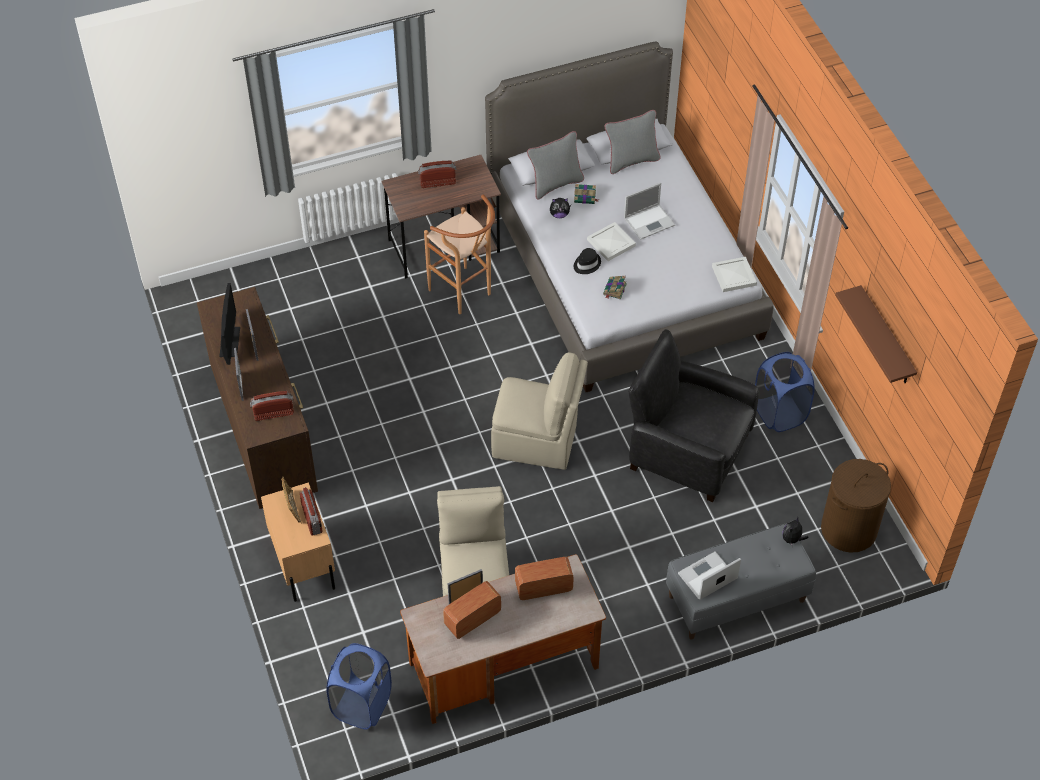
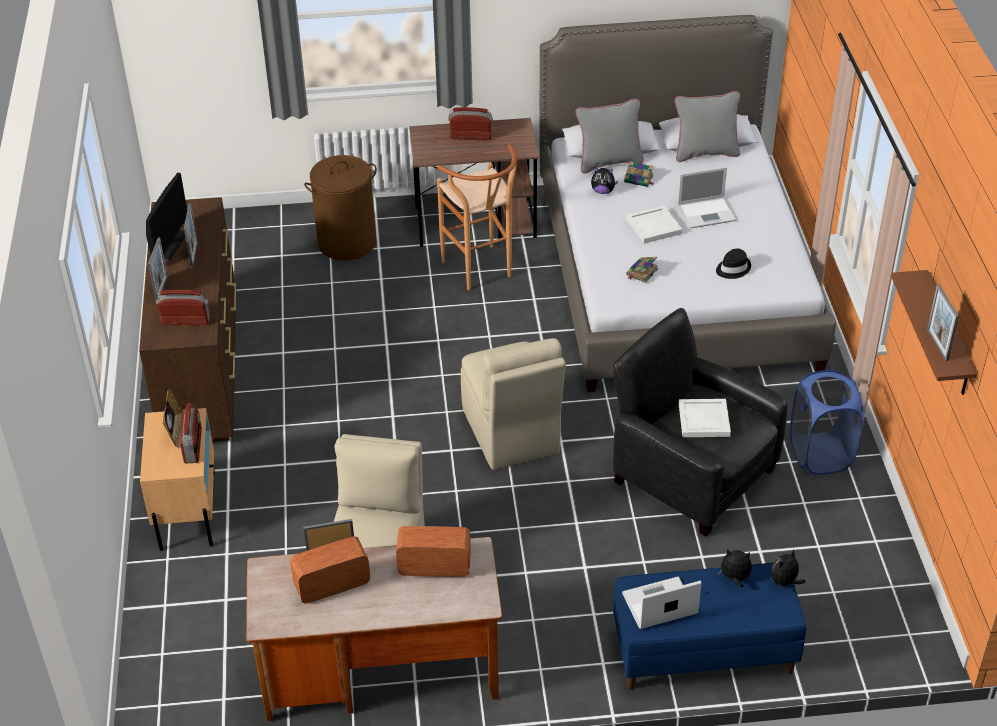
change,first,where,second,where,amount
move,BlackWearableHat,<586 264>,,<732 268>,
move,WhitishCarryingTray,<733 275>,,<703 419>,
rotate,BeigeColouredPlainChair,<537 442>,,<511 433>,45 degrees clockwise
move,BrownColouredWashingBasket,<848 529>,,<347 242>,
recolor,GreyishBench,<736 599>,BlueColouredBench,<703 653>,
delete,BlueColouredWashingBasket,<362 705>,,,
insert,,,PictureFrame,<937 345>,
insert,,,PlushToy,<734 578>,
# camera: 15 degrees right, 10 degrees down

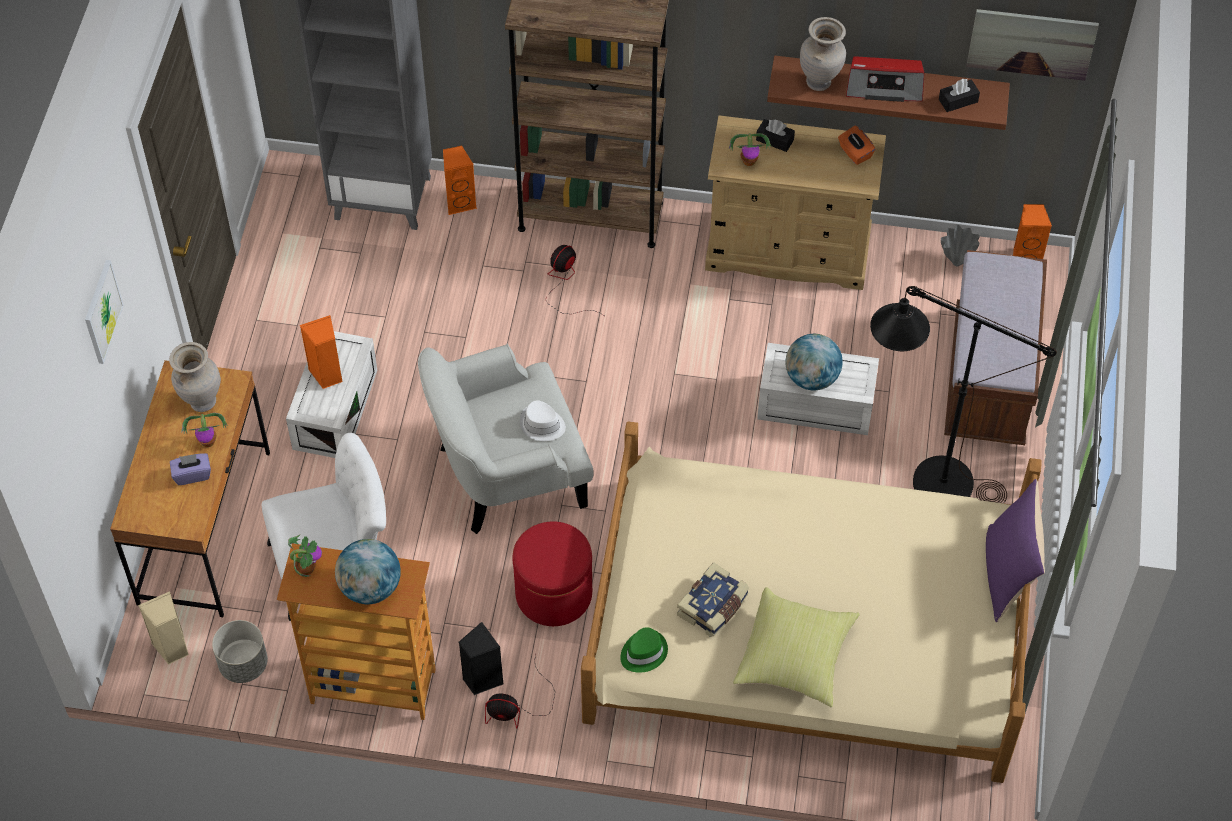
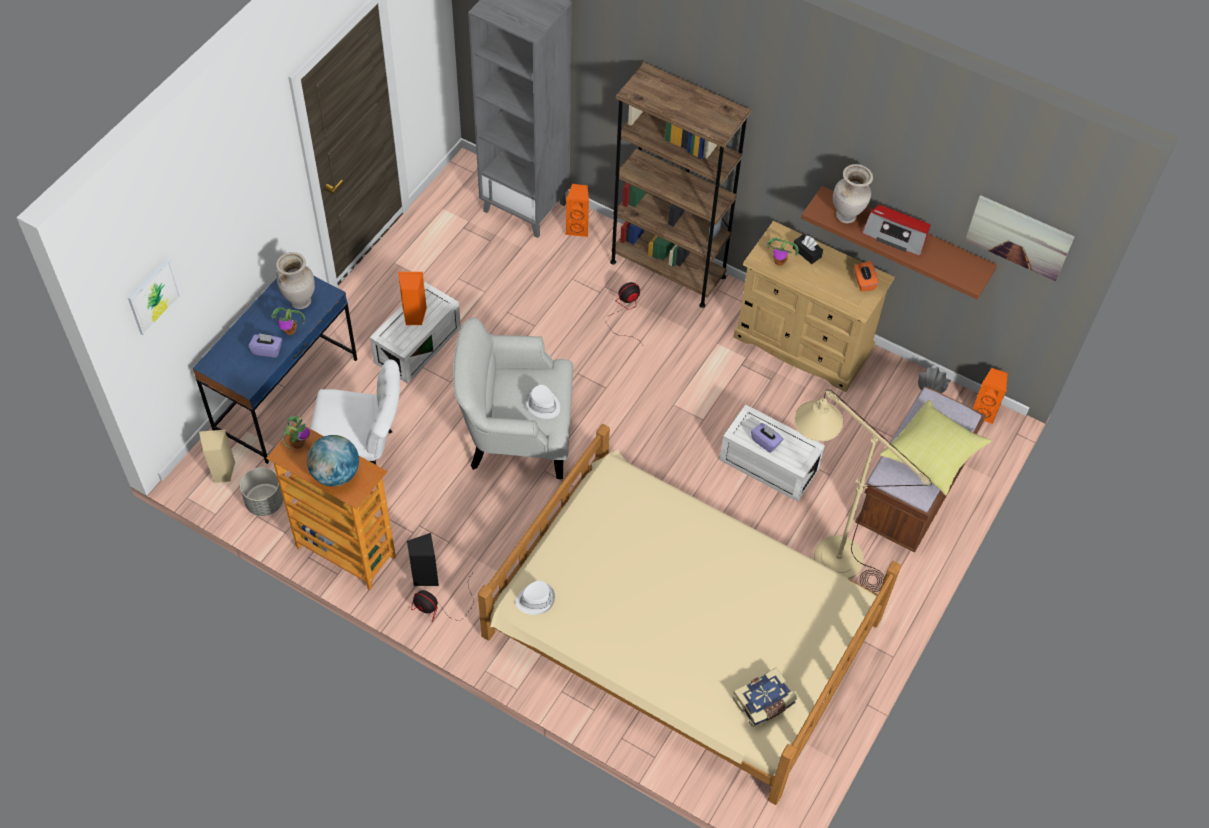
change,first,where,second,where,amount
delete,BlackTissueBox,<958 101>,,,
move,WallPicture,<102 311>,,<153 296>,
recolor,BlackStandingLamp,<925 479>,BeigeColouredStandingLamp,<826 550>,
replace,DeskGlobe,<811 378>,PurpleColouredTissueBox,<766 442>,
recolor,BrownColouredDeskUnit,<205 527>,BlueColouredDeskUnit,<287 396>,
delete,PurpleColouredCushion,<1008 574>,,,
delete,RedFootrest,<553 594>,,,
move,Volume,<713 607>,,<764 703>,
move,YellowCushion,<795 659>,,<932 457>,
recolor,GreenWearableHat,<643 652>,WhitishWearableHat,<535 599>,
# camera: 20 degrees right, 0 degrees up

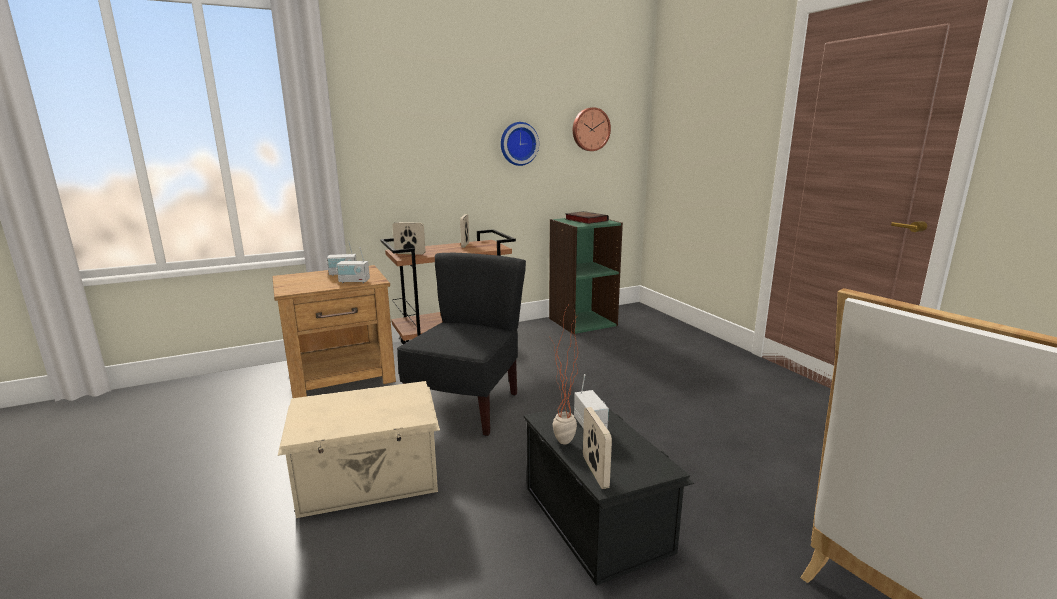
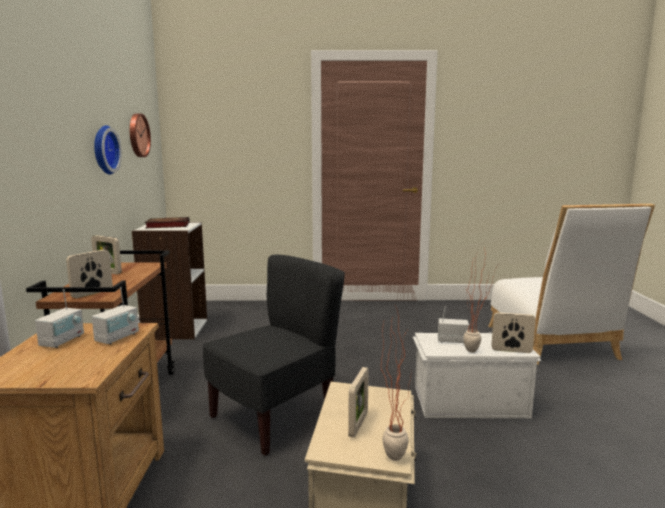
change,first,where,second,where,amount
recolor,GreenShelvingUnit,<582 321>,WhitishShelvingUnit,<175 329>,
rotate,BlackPlainChair,<466 406>,,<274 418>,90 degrees clockwise
recolor,BlackStorageBin,<597 517>,WhitishStorageBin,<468 400>,
insert,,,PottedPlant,<394 452>,
insert,,,PictureFrame,<358 424>,
# camera: 65 degrees left, 5 degrees down

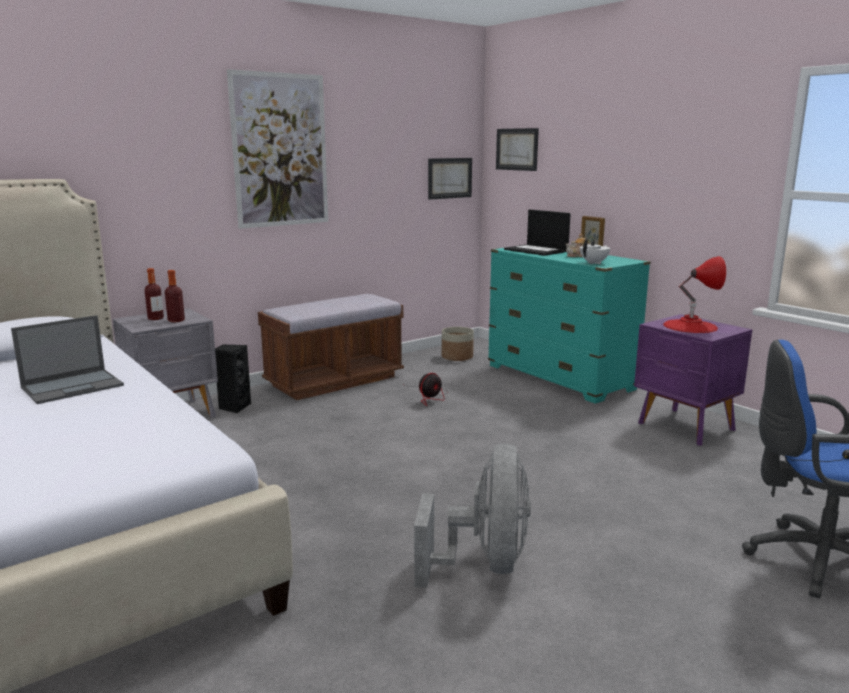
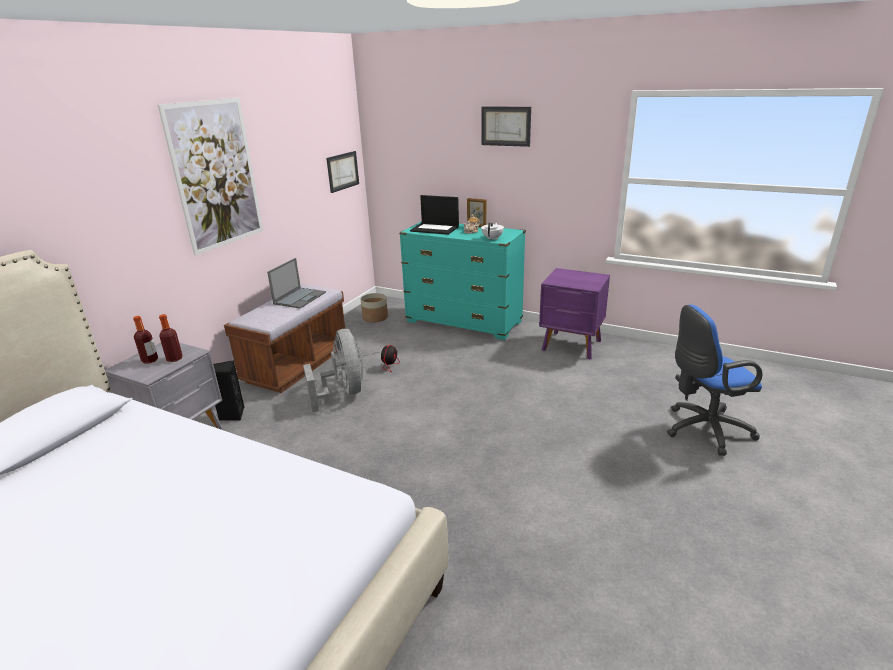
change,first,where,second,where,amount
move,WallPicture,<517 149>,,<506 126>,
delete,RedTabletopLamp,<690 326>,,,
move,PortableComputer,<73 386>,,<300 298>,
move,GreyishFan,<484 564>,,<343 393>,
# camera: 25 degrees left, 10 degrees up

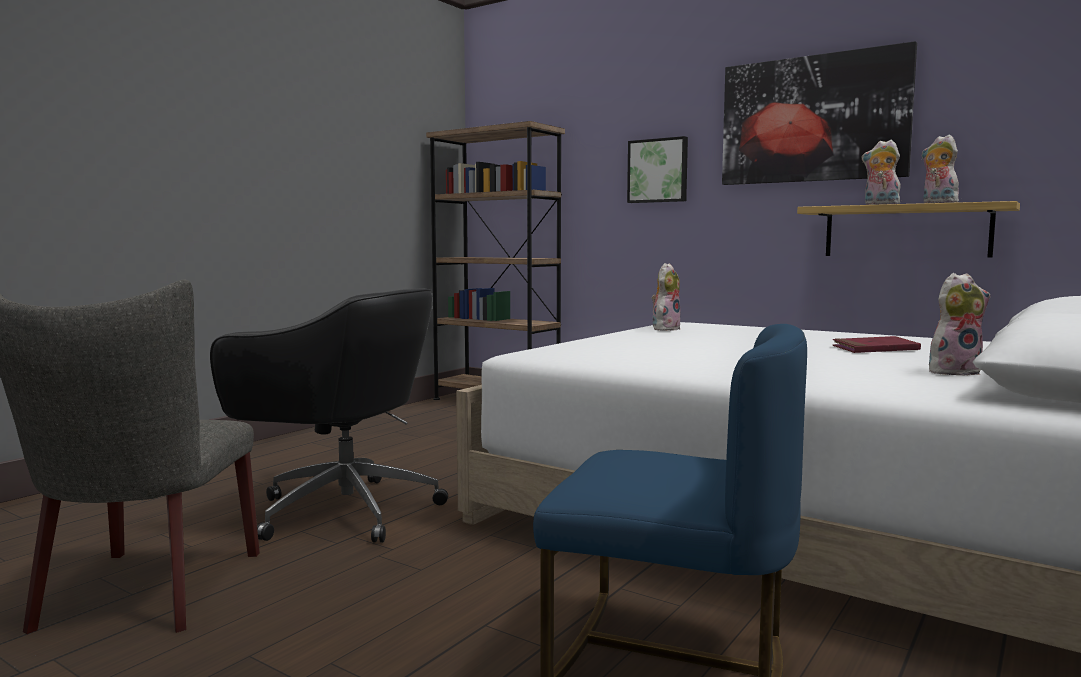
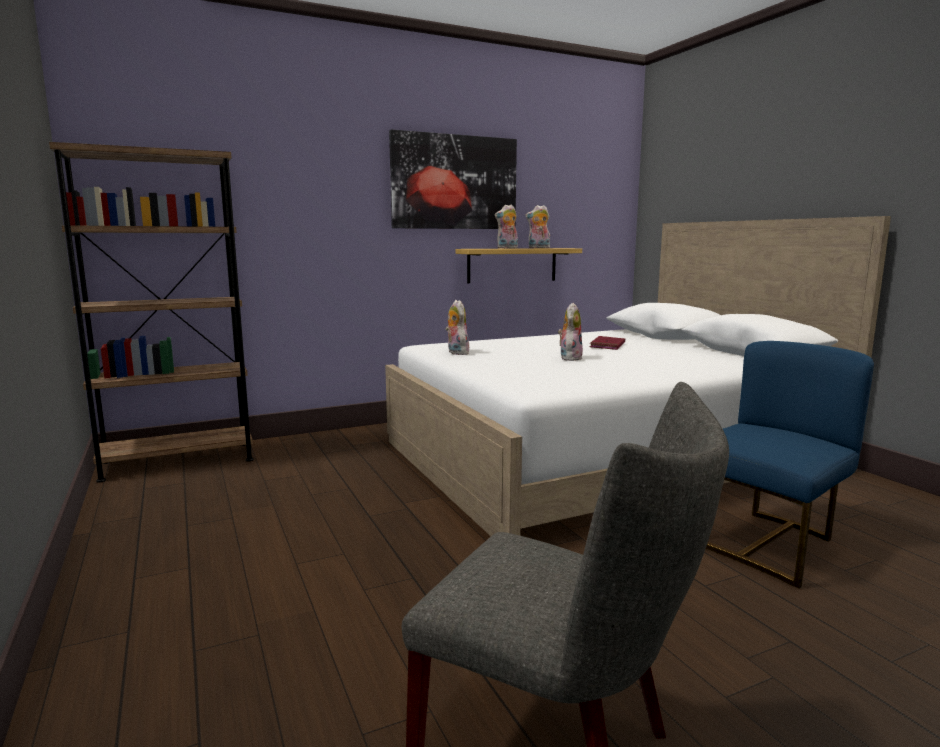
change,first,where,second,where,amount
delete,WallPicture,<658 171>,,,
move,PlushToy,<953 372>,,<569 358>,
delete,BlackComputerChair,<341 510>,,,
# camera: 60 degrees left, 5 degrees up

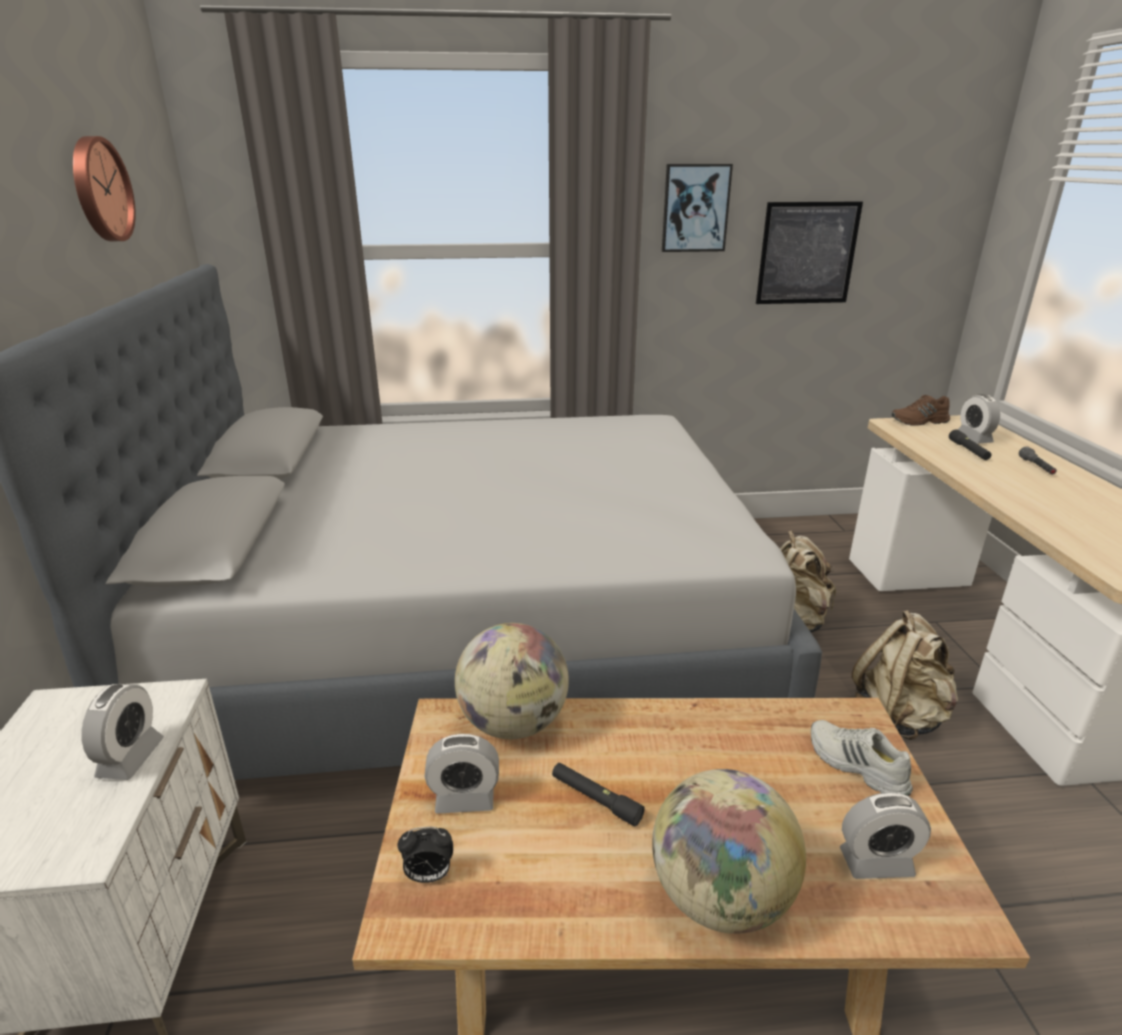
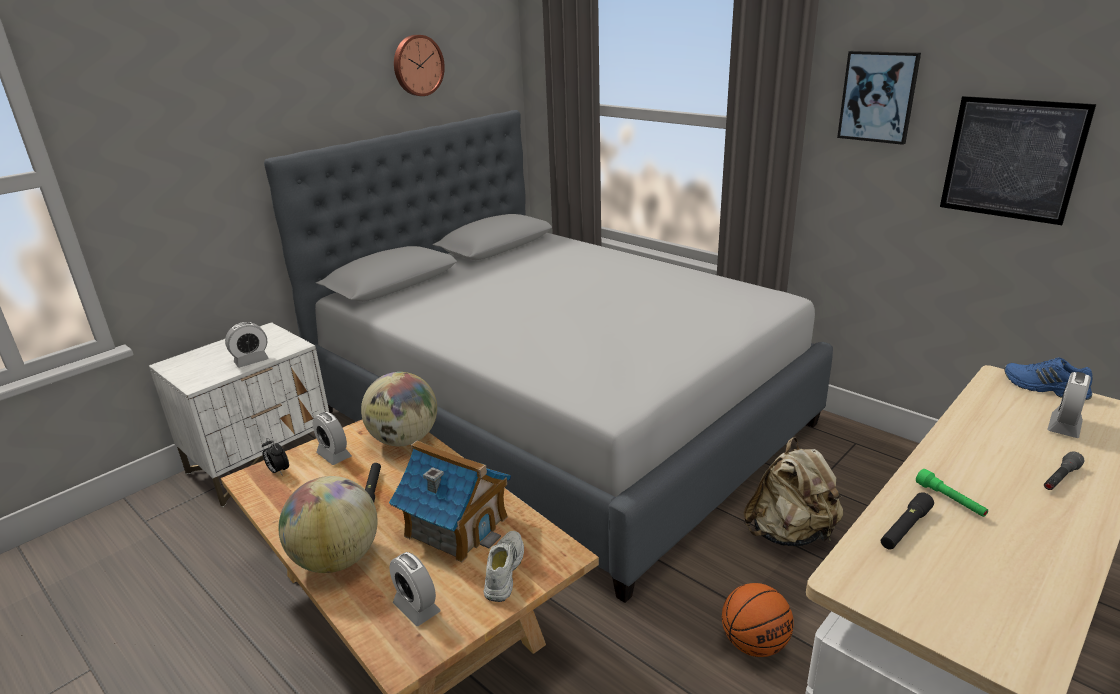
change,first,where,second,where,amount
recolor,BrownColouredLowShoe,<920 421>,BlueColouredLowShoe,<1044 388>,
move,BlackTorch,<968 450>,,<905 528>,
replace,BeigeColouredKnapsack,<899 716>,BasketballBall,<754 643>,
insert,,,ToyHouse,<456 526>,
insert,,,GreenTorch,<950 500>,
# camera: 50 degrees right, 0 degrees up

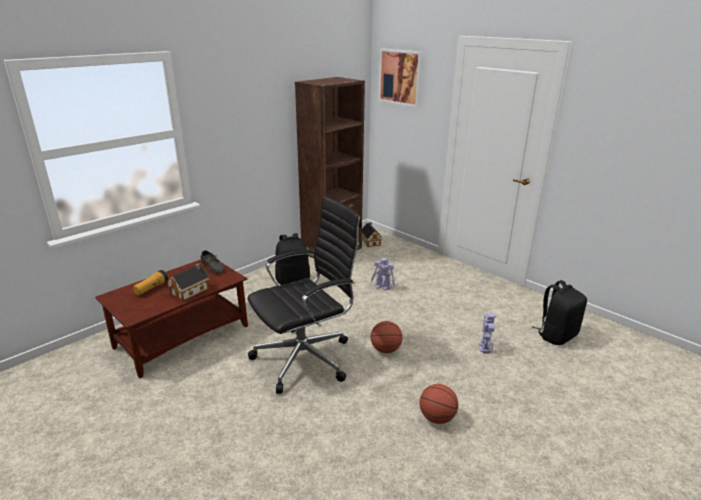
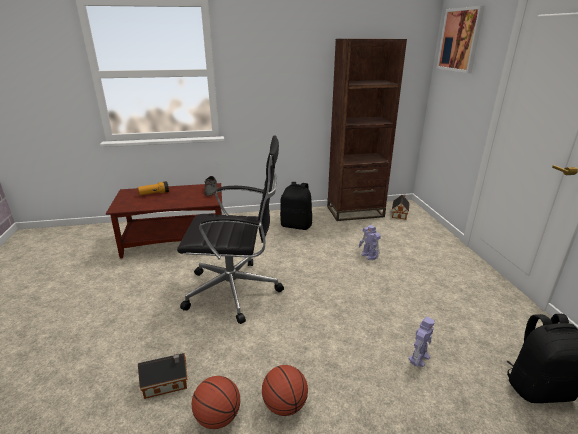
change,first,where,second,where,amount
move,ToyHouse,<191 291>,,<167 382>,
move,BasketballBall,<385 349>,,<218 417>,
# camera: 35 degrees right, 0 degrees up

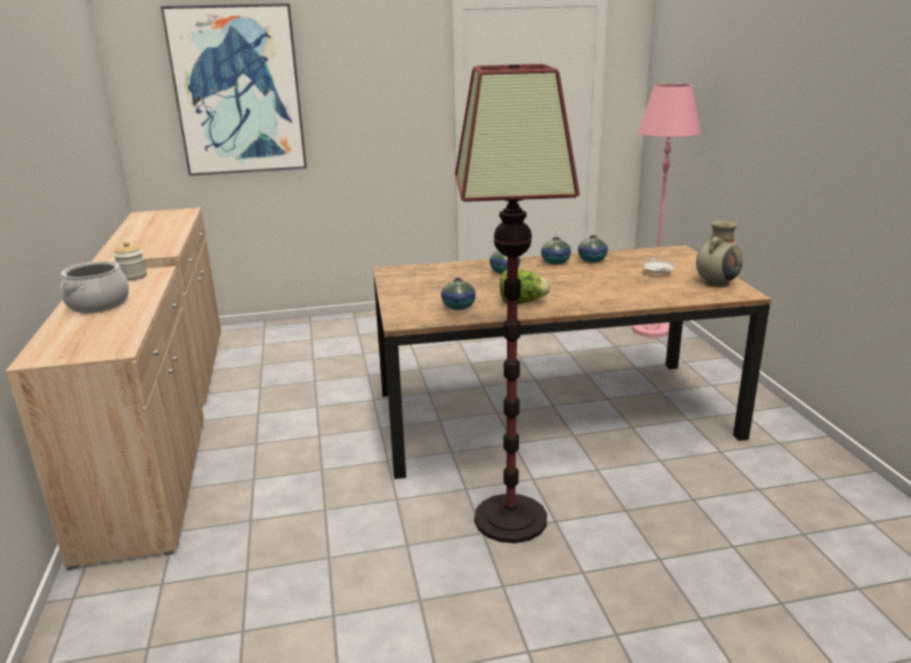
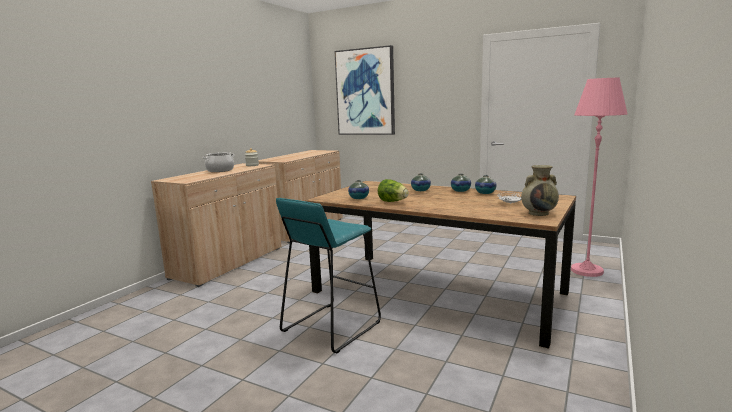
change,first,where,second,where,amount
replace,StandingLamp,<510 519>,TurquoiseSittingStool,<330 327>,
# camera: 40 degrees right, 10 degrees down

